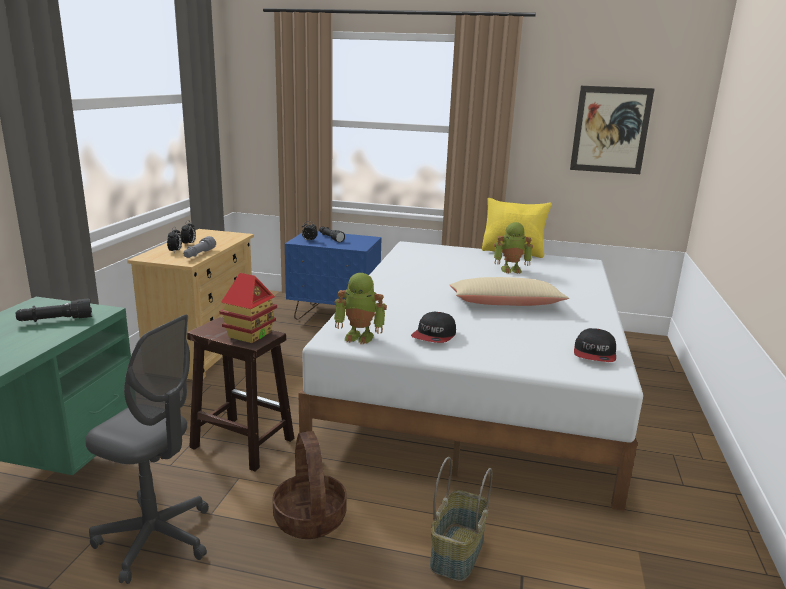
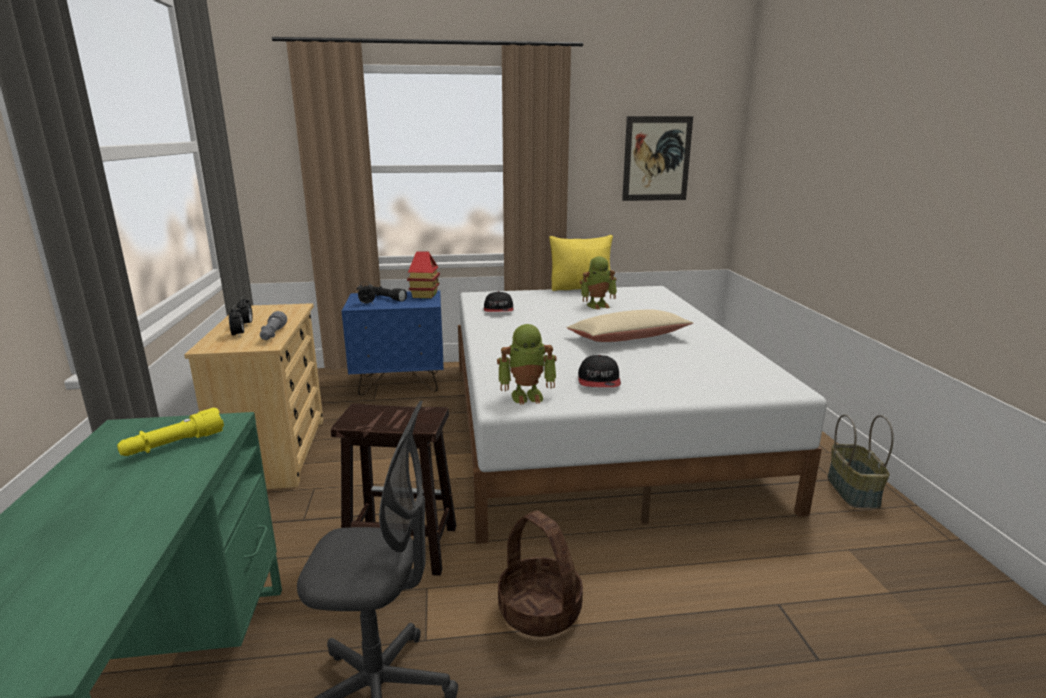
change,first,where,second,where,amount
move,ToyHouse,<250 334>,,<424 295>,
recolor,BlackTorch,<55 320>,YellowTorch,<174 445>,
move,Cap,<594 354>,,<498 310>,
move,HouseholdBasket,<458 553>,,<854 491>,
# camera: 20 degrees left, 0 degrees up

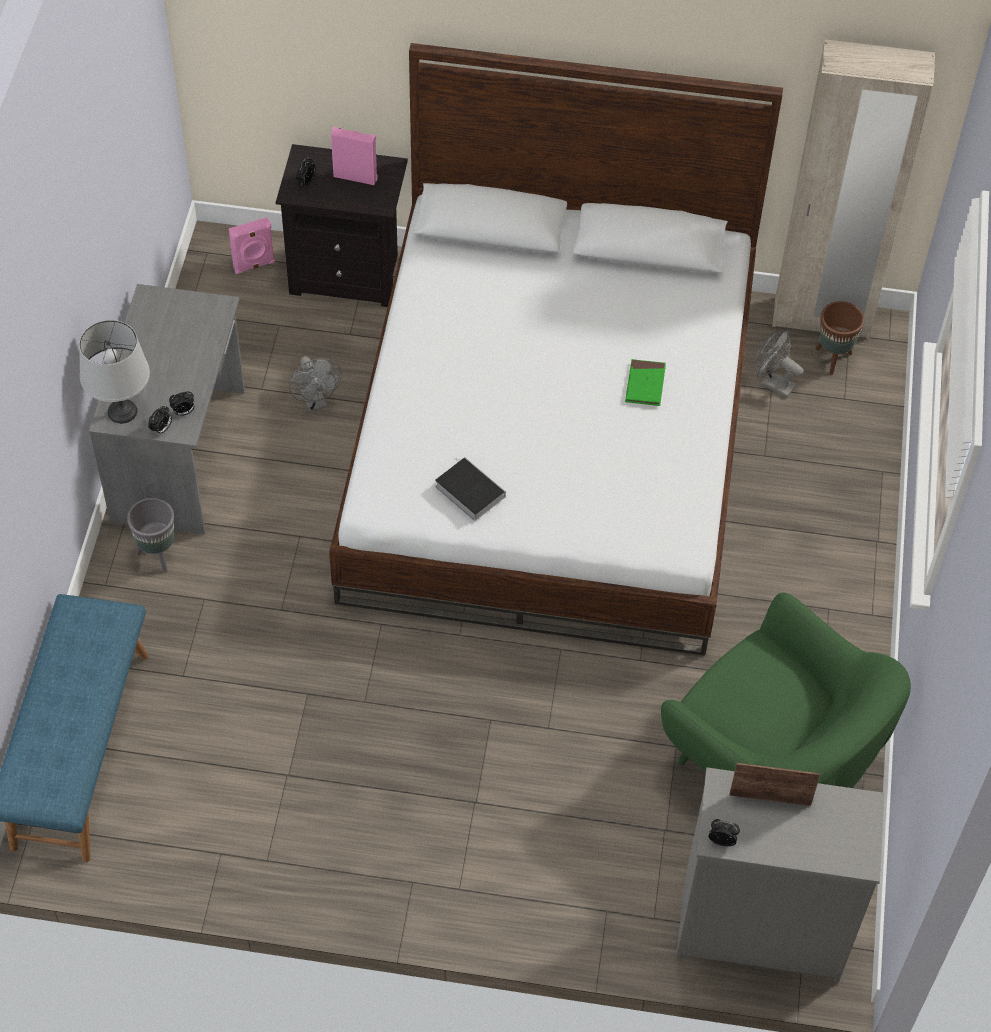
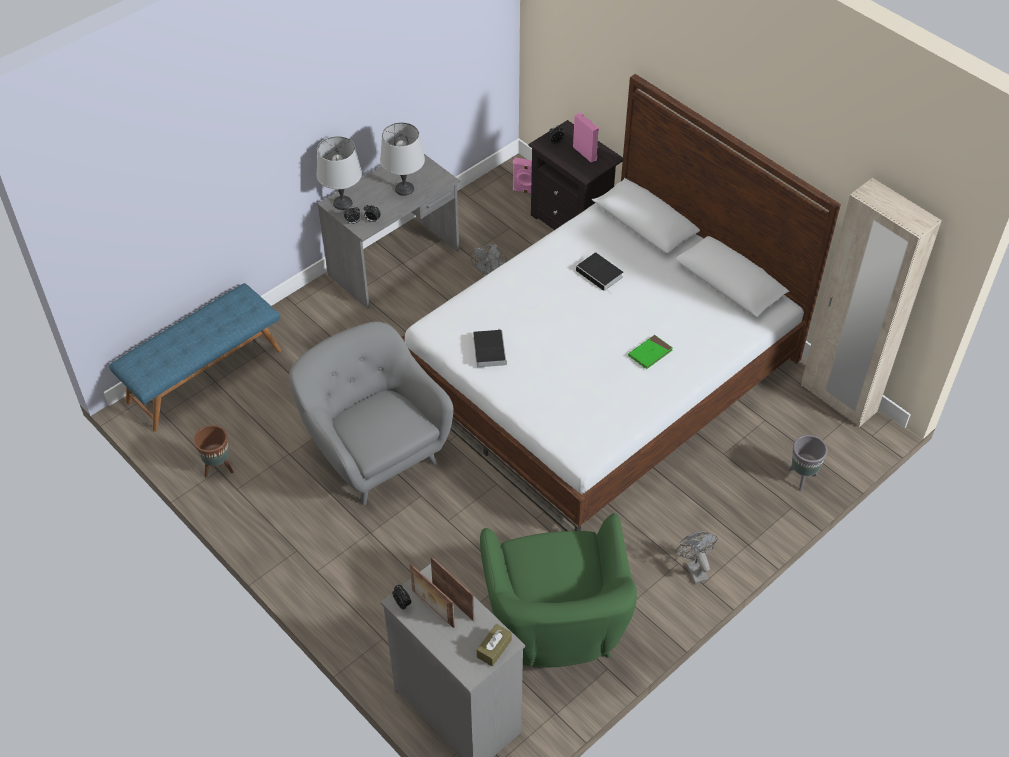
change,first,where,second,where,amount
move,BrownColouredPlantPot,<832 359>,,<218 468>,
move,GreyishFan,<772 383>,,<694 568>,
move,GreyishPlantPot,<158 555>,,<802 478>,
insert,,,GreyishTabletopLamp,<404 188>,
insert,,,Volume,<600 274>,
insert,,,GreyishArmchair,<375 452>,
insert,,,PictureFrame,<432 609>,
insert,,,BrownColouredTissueBox,<494 648>,
# camera: 40 degrees right, 5 degrees down

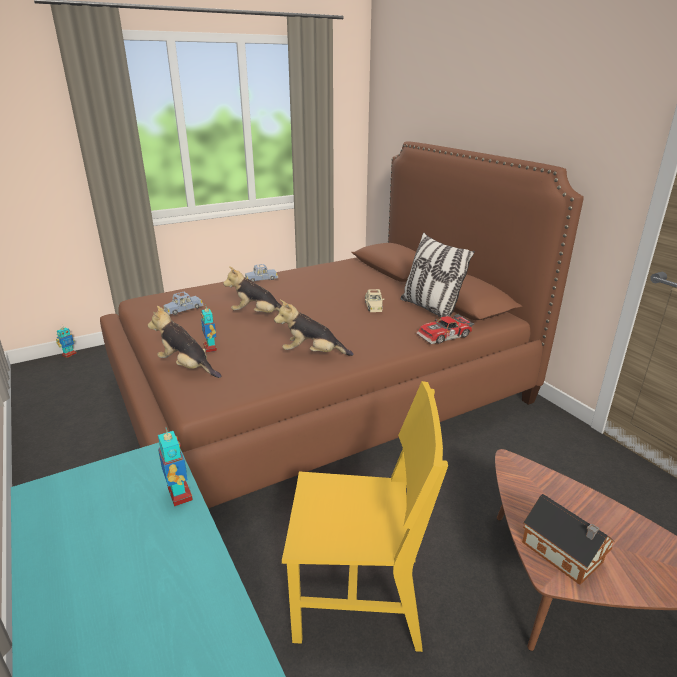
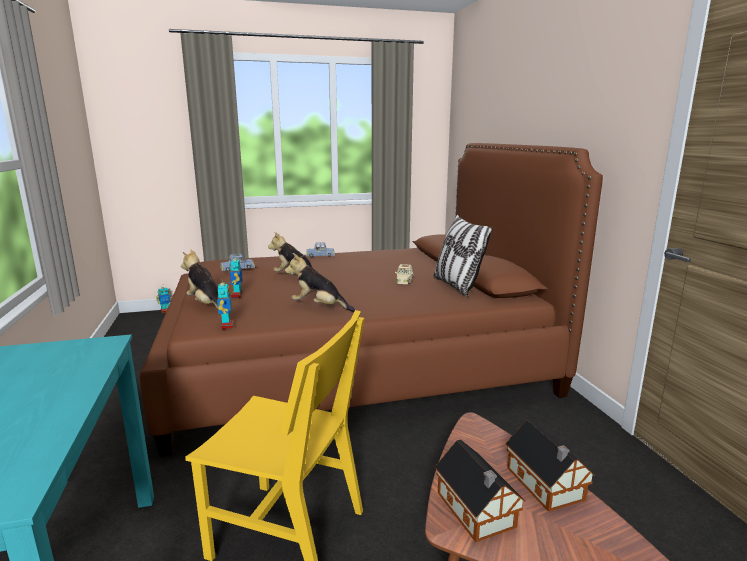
change,first,where,second,where,amount
delete,ModelCar,<445 336>,,,
move,RobotFigure,<179 495>,,<227 325>,
insert,,,ToyHouse,<546 485>,
# camera: 15 degrees right, 10 degrees down

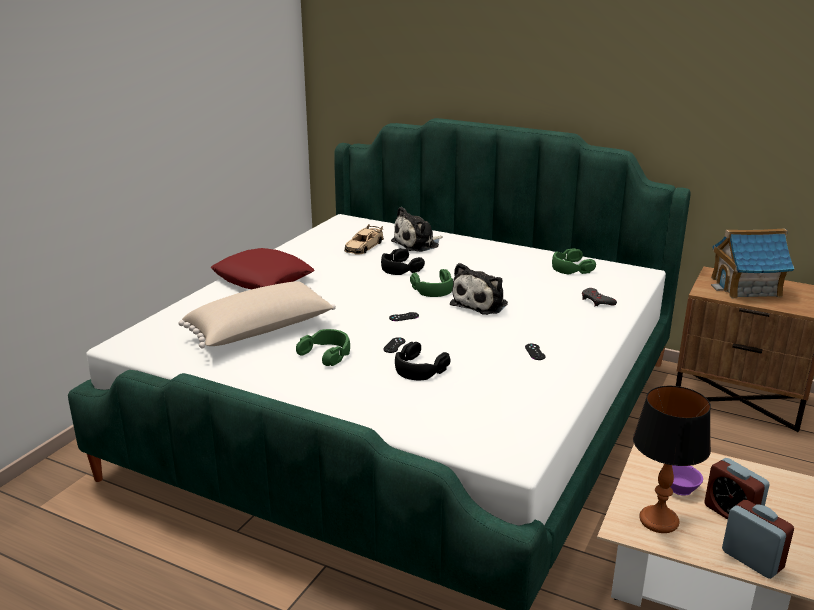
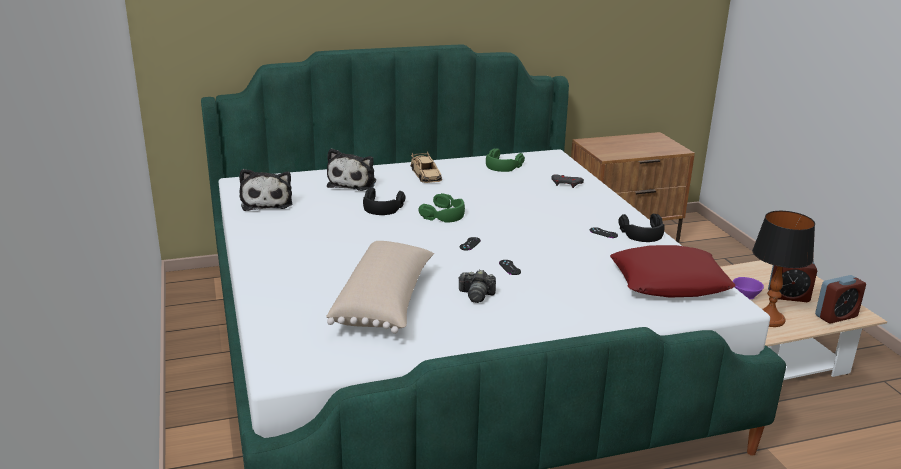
change,first,where,second,where,amount
move,BeigeColouredModelCar,<364 247>,,<426 175>,
delete,ToyHouse,<746 287>,,,
move,RedCushion,<263 278>,,<669 281>,
move,PlushToy,<481 303>,,<267 202>,
replace,GreenPairOfHeadphones,<326 353>,PhotoCamera,<476 295>,
move,BlackPairOfHeadphones,<419 368>,,<642 233>,
rotate,TableClock,<752 560>,,<836 316>,150 degrees clockwise
# camera: 45 degrees left, 0 degrees up

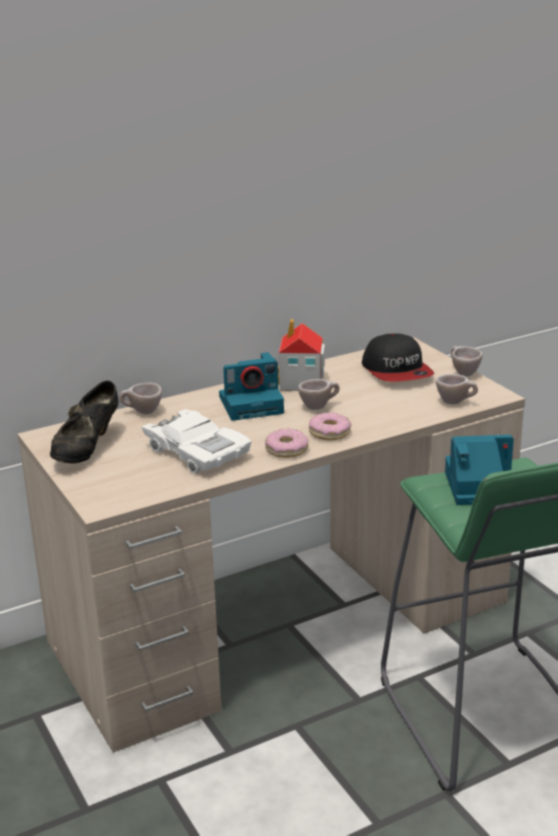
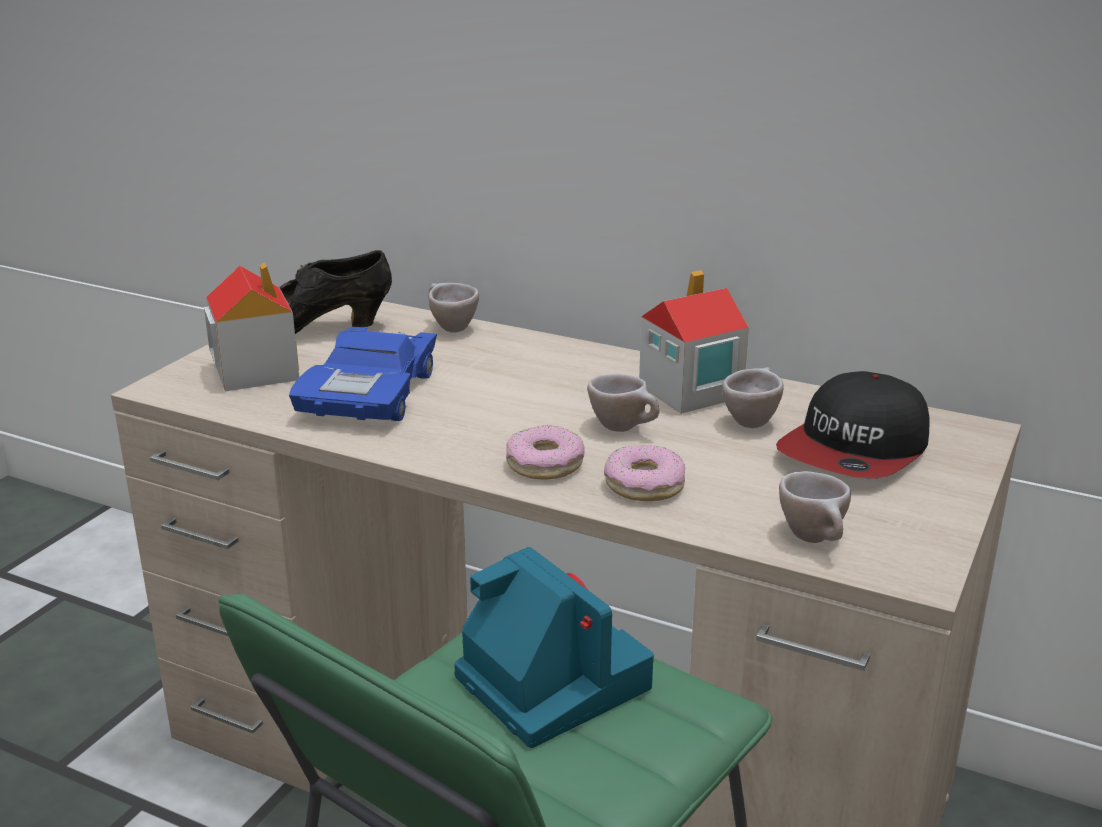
change,first,where,second,where,amount
move,BeigeColouredDrinkingCup,<462 373>,,<752 420>,
delete,PhotoCamera,<252 404>,,,
recolor,WhitishModelCar,<196 452>,BlueColouredModelCar,<370 394>,
move,Donut,<286 449>,,<645 485>,
insert,,,ToyHouse,<256 371>,
# camera: 55 degrees right, 0 degrees up

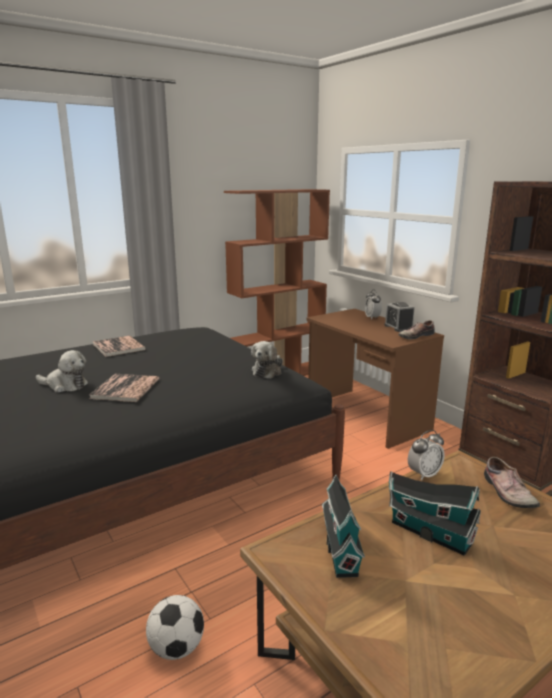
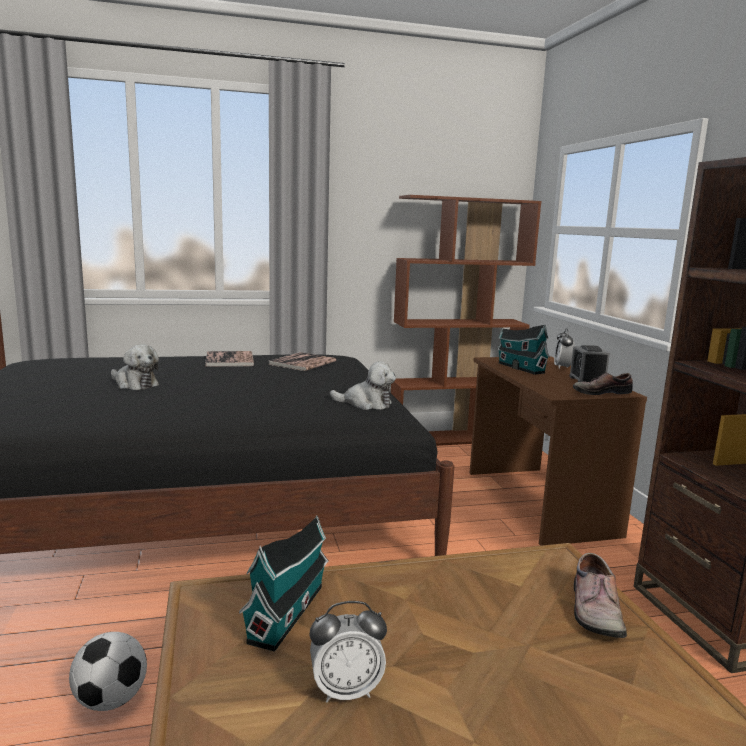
change,first,where,second,where,amount
rotate,PlushToy,<268 371>,,<366 404>,120 degrees counterclockwise
move,Volume,<126 389>,,<302 363>,
move,TableClock,<424 474>,,<346 691>,
move,ToyHouse,<427 532>,,<519 367>,
# camera: 20 degrees right, 5 degrees down

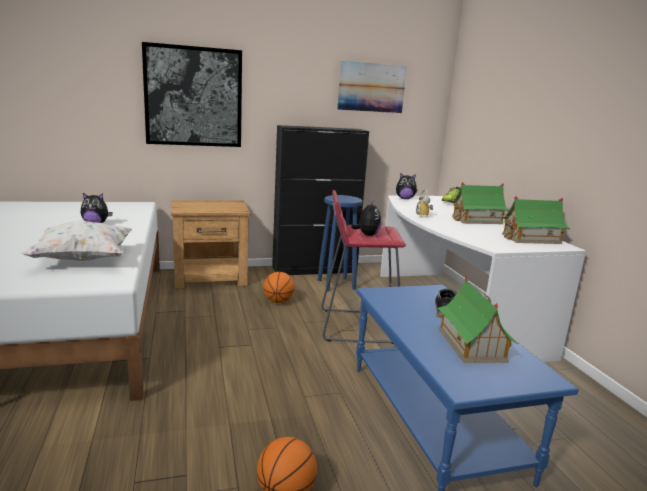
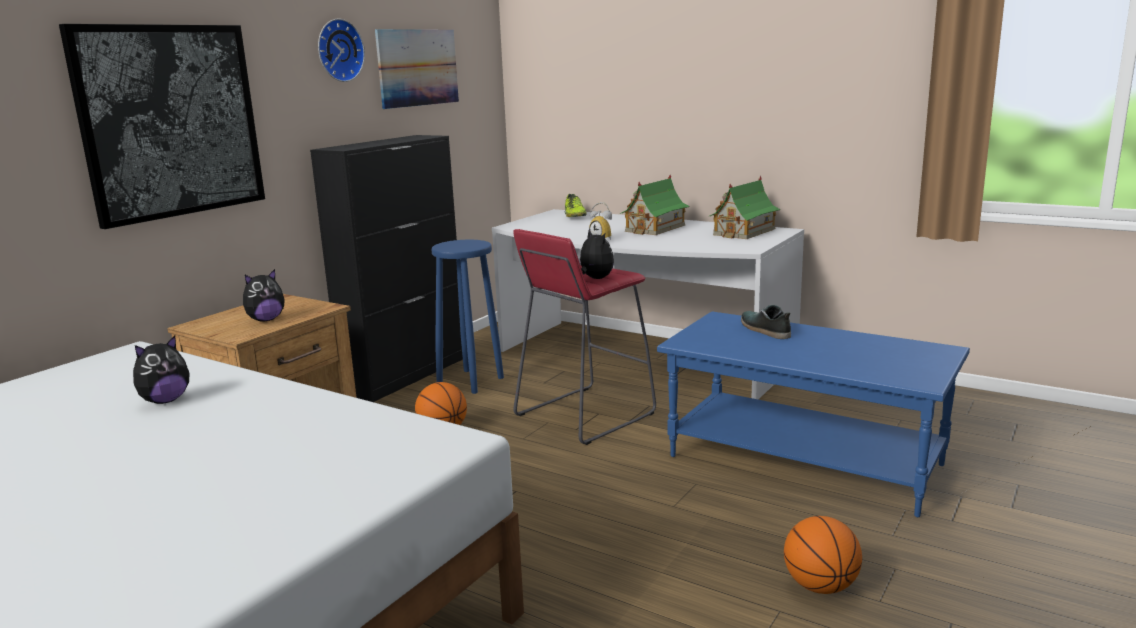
change,first,where,second,where,amount
move,PlushToy,<405 199>,,<265 320>,
delete,WhitishCushion,<83 260>,,,
delete,ToyHouse,<471 344>,,,
insert,,,ClockOnTheWall,<338 50>,
# camera: 40 degrees left, 0 degrees up

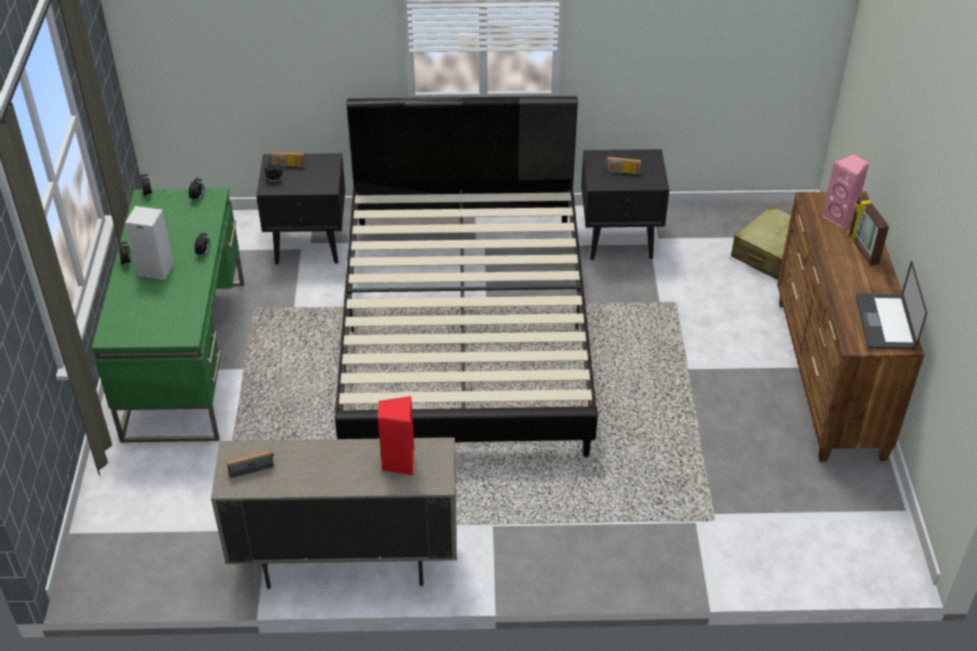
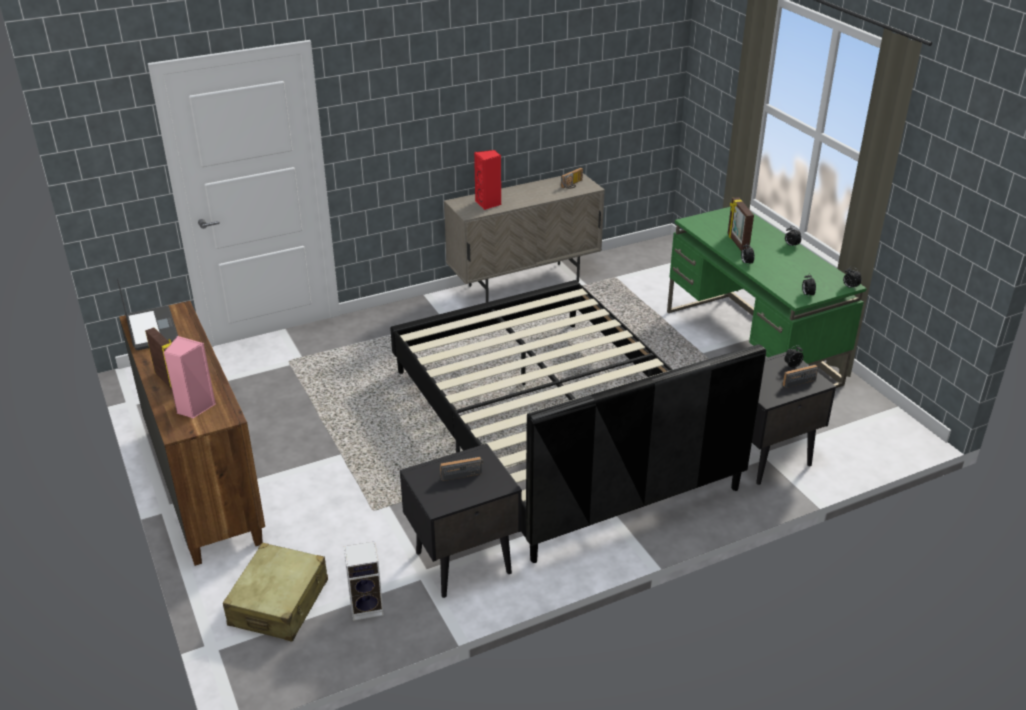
change,first,where,second,where,amount
move,Speaker,<154 270>,,<368 606>,
insert,,,PictureFrame,<737 243>,
# camera: 155 degrees right, 10 degrees down

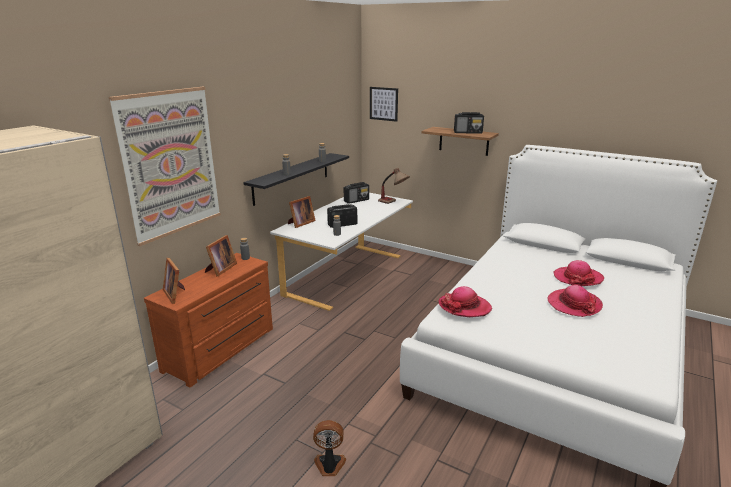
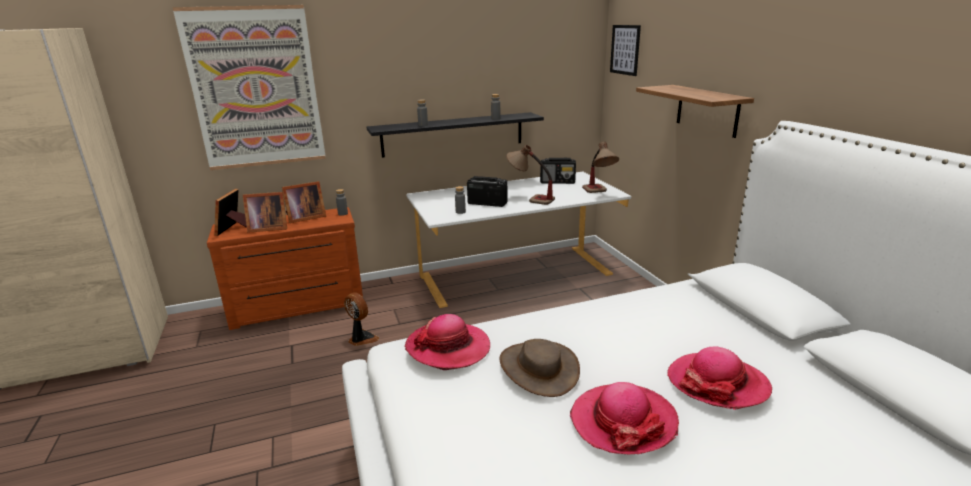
change,first,where,second,where,amount
delete,RadioSet,<468 132>,,,
move,PictureFrame,<300 223>,,<267 228>,
move,Fan,<329 465>,,<361 339>,
insert,,,TabletopLamp,<529 199>,
insert,,,BrownColouredWearableHat,<539 368>,
# camera: 40 degrees right, 0 degrees up

